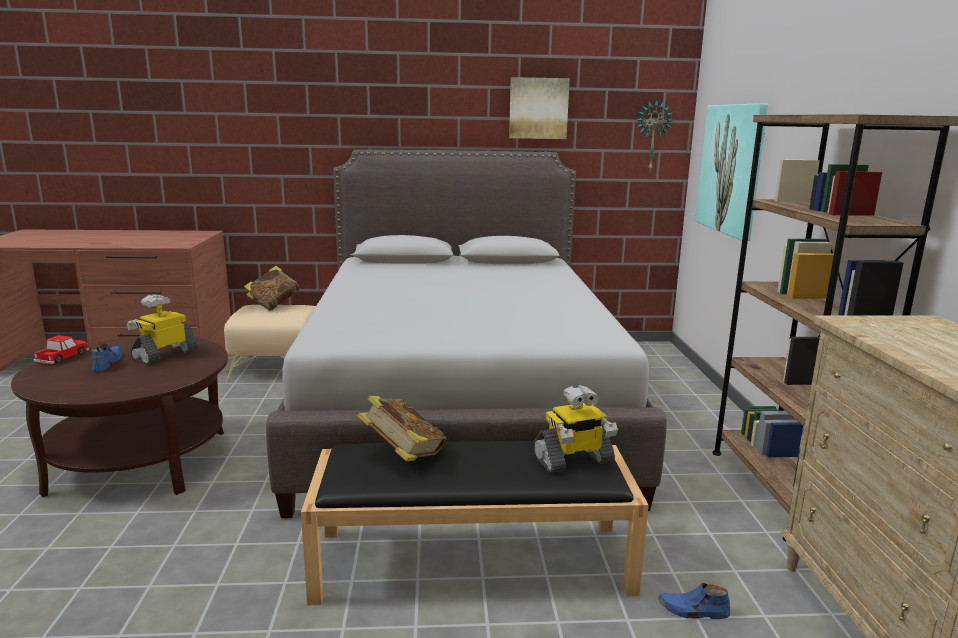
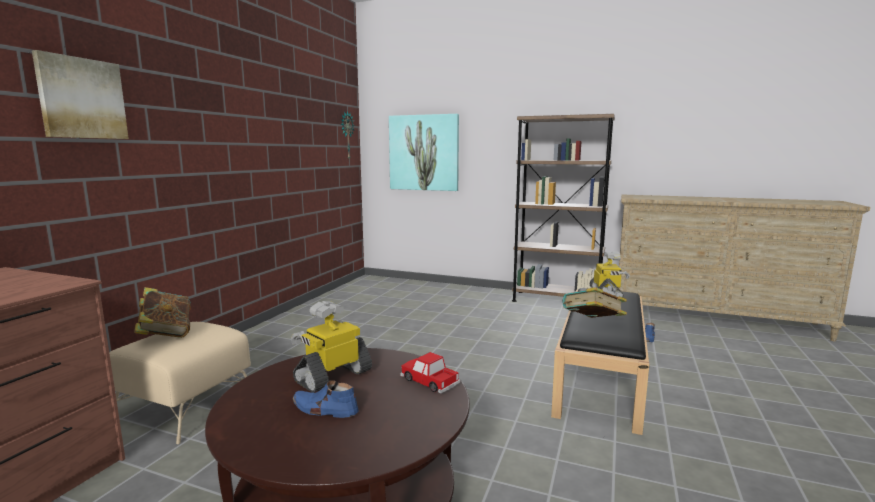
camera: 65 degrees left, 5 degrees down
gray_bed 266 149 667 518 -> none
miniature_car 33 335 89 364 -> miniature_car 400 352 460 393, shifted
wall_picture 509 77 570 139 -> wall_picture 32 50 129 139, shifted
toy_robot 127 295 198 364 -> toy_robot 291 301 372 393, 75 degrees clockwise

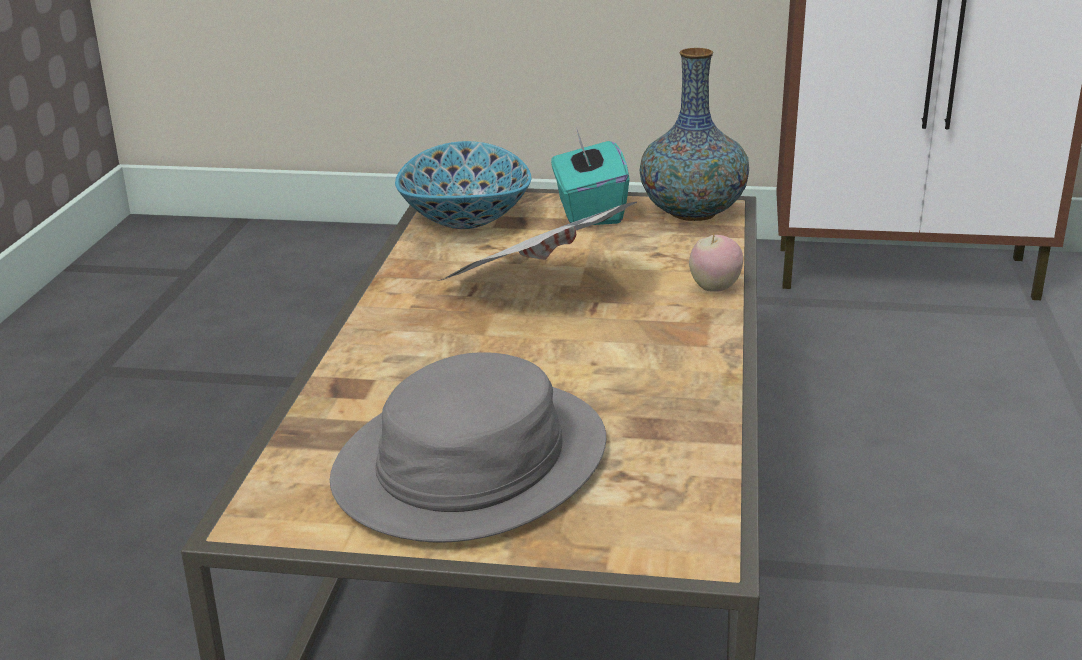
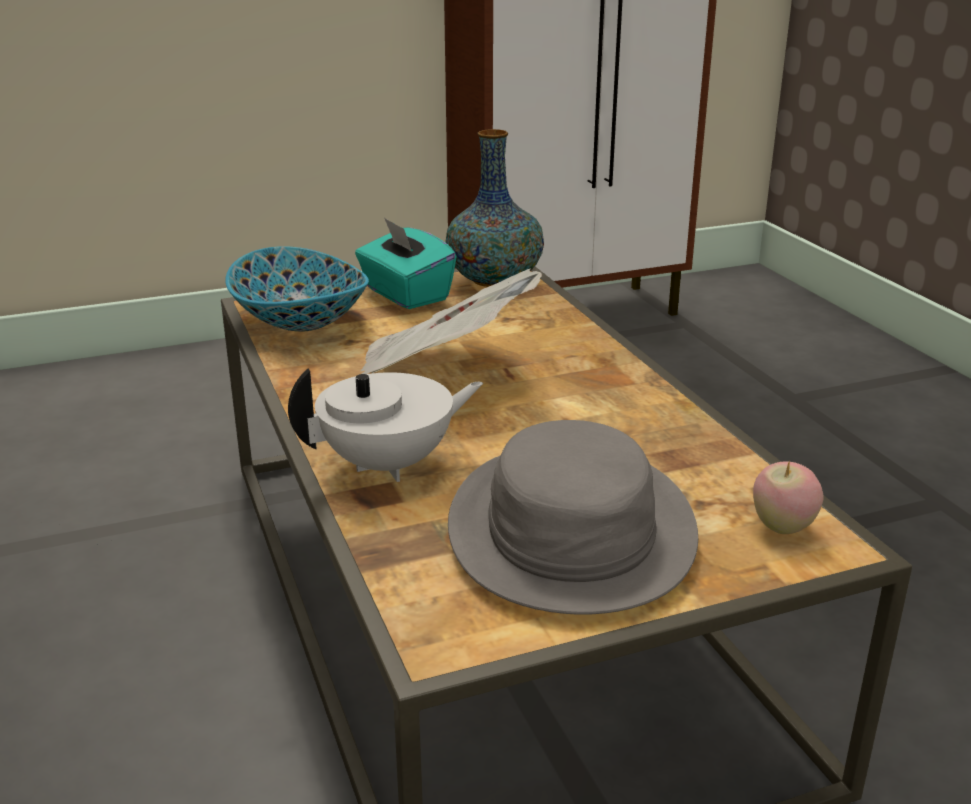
camera: 30 degrees left, 0 degrees up
none -> white_pot_for_tea 288 369 483 482
whole_apple 689 231 743 292 -> whole_apple 753 460 824 534, shifted

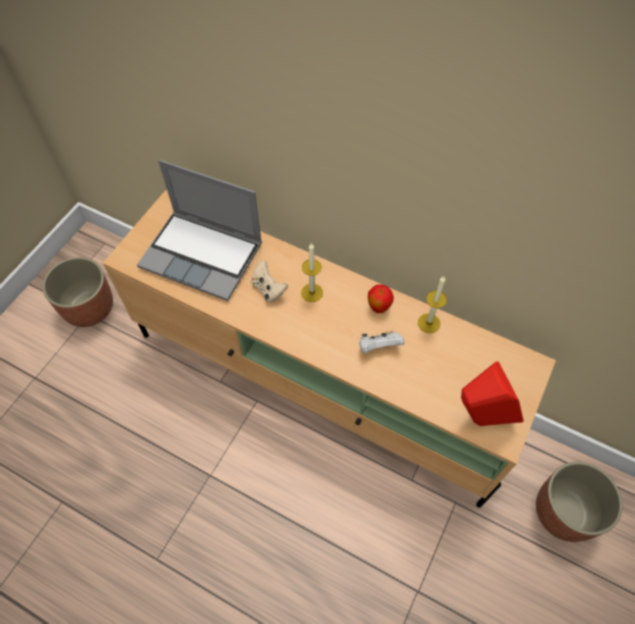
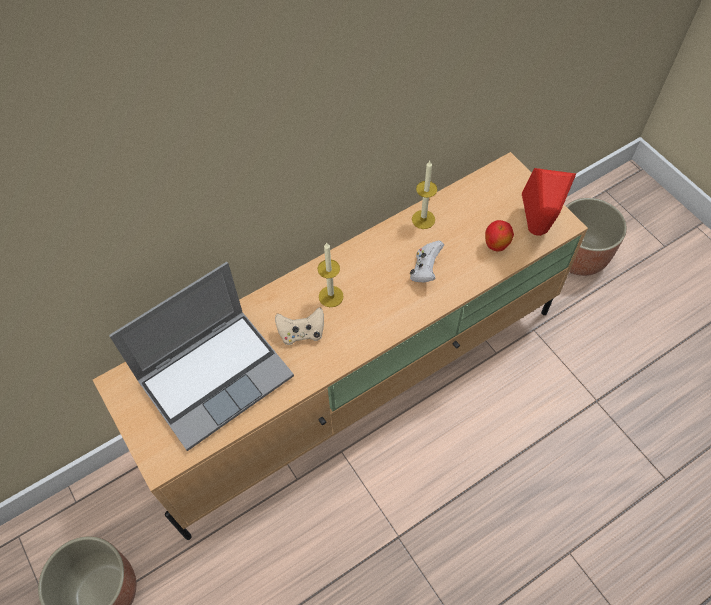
camera: 60 degrees left, 0 degrees up
whole_apple 368 284 394 313 -> whole_apple 485 220 514 251, shifted

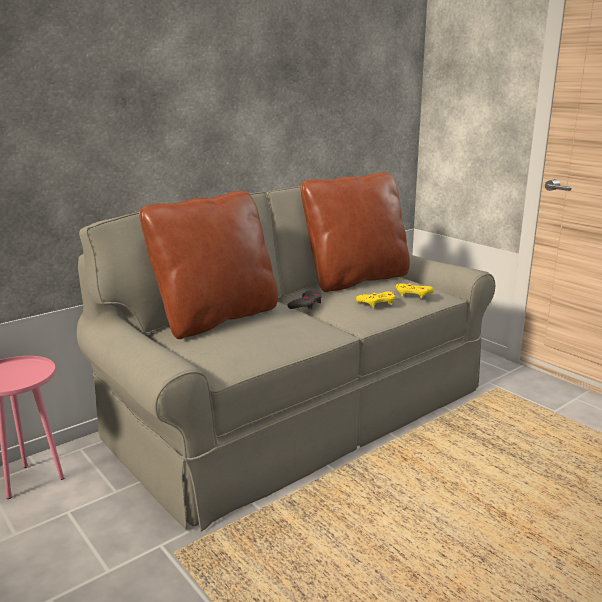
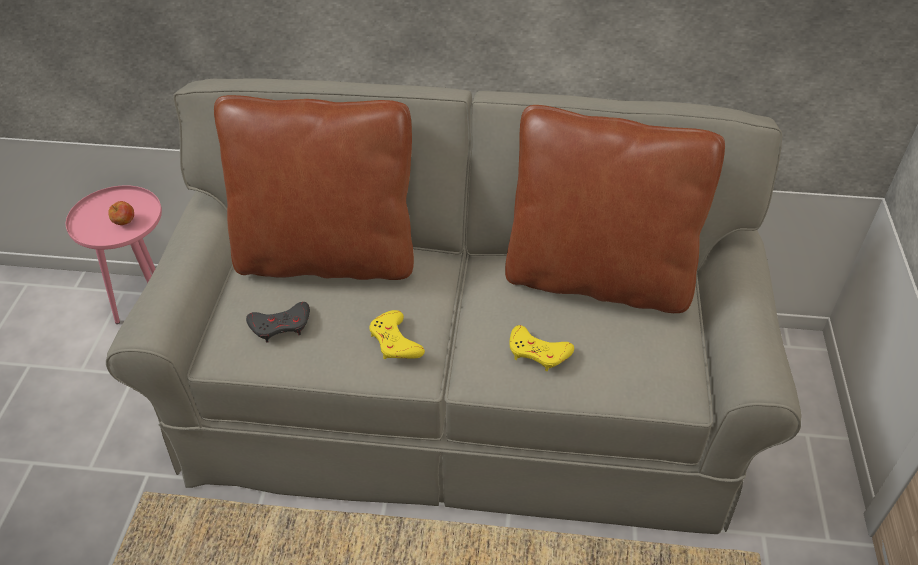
camera: 45 degrees right, 25 degrees up
none -> whole_apple 109 201 134 225
gray_game_controller 287 291 322 309 -> gray_game_controller 246 302 310 343, shifted
yellowish_game_controller 396 283 434 298 -> yellowish_game_controller 369 310 425 359, shifted

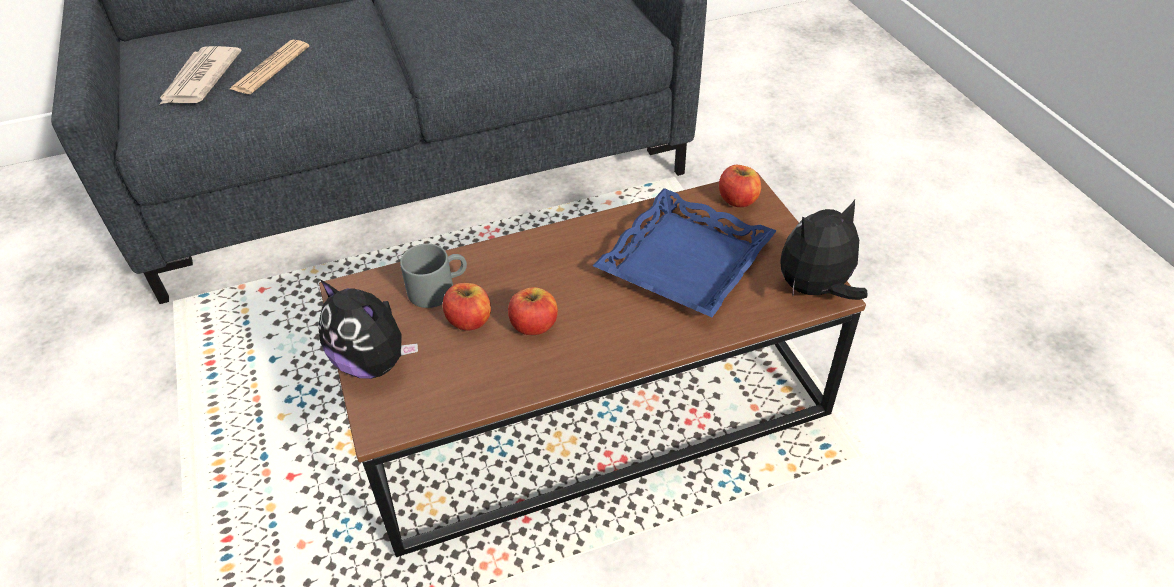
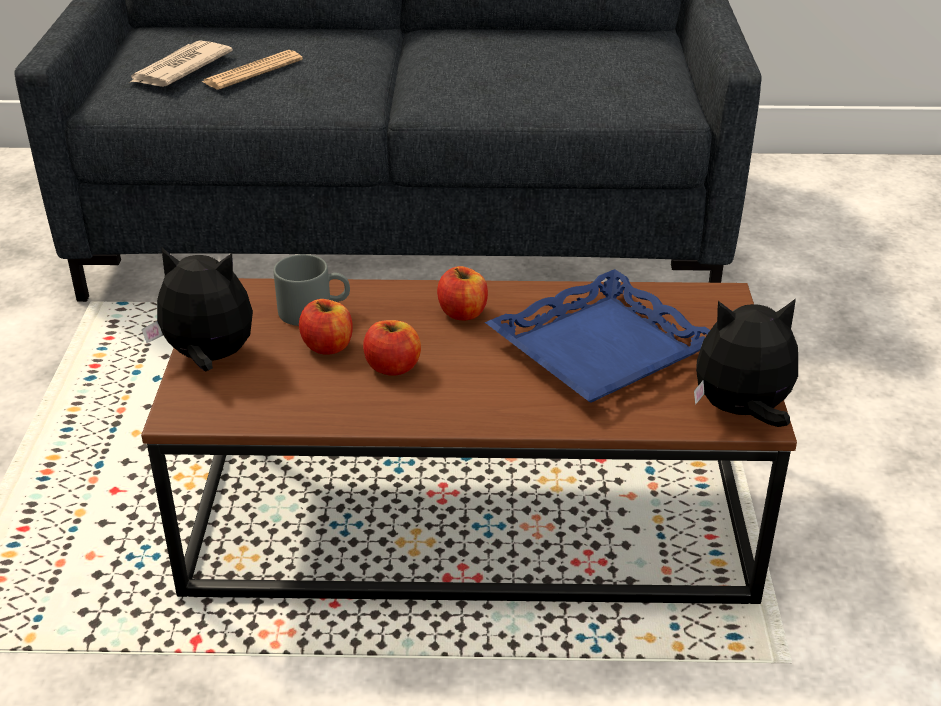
camera: 20 degrees right, 10 degrees down
whole_apple 719 165 761 207 -> whole_apple 437 266 488 320, shifted
cuddly_toy 318 280 418 379 -> cuddly_toy 142 248 253 372, 135 degrees clockwise

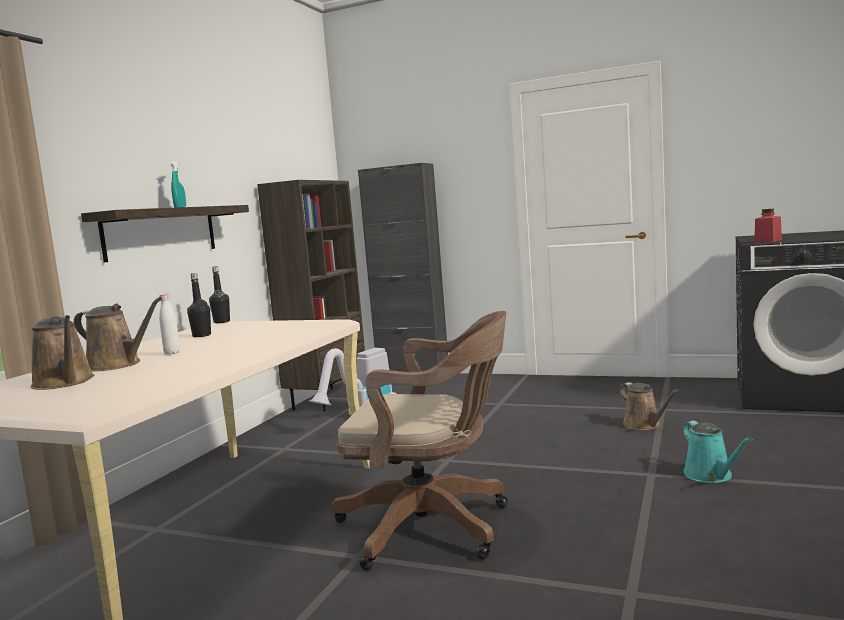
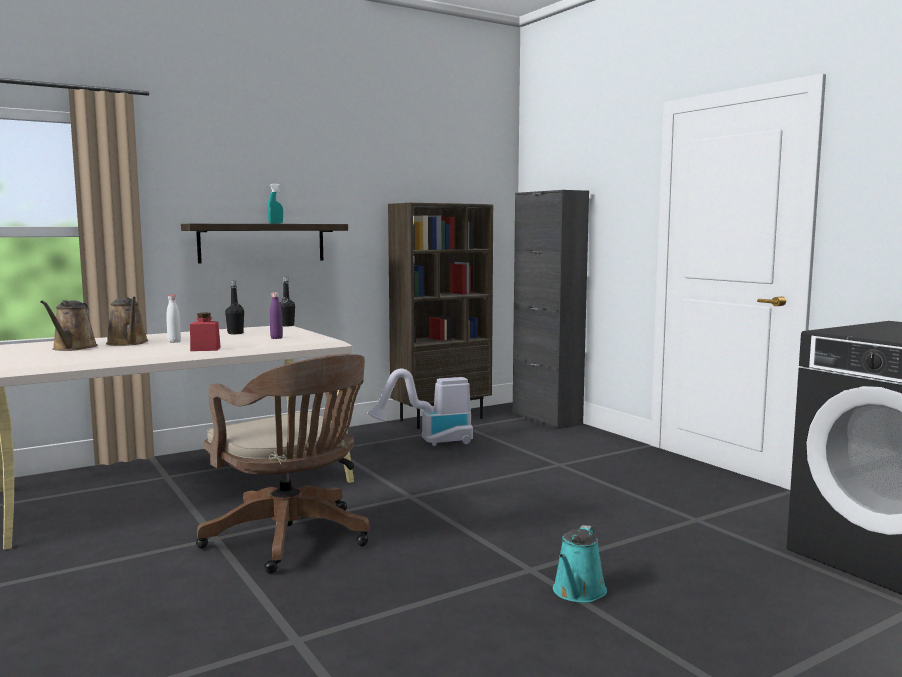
camera: 35 degrees right, 0 degrees up
brown_sprinkling_can 620 382 679 430 -> none
none -> purplish_drink_bottle 270 292 283 339
red-coloured_jar 754 209 782 242 -> red-coloured_jar 190 313 221 351, shifted

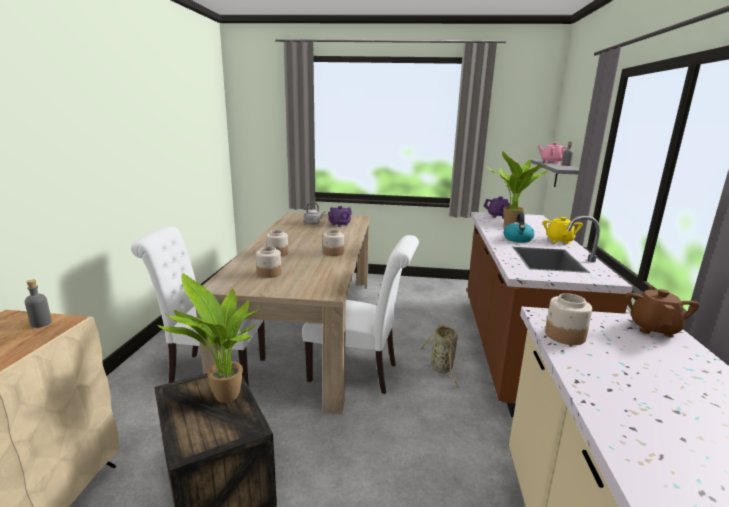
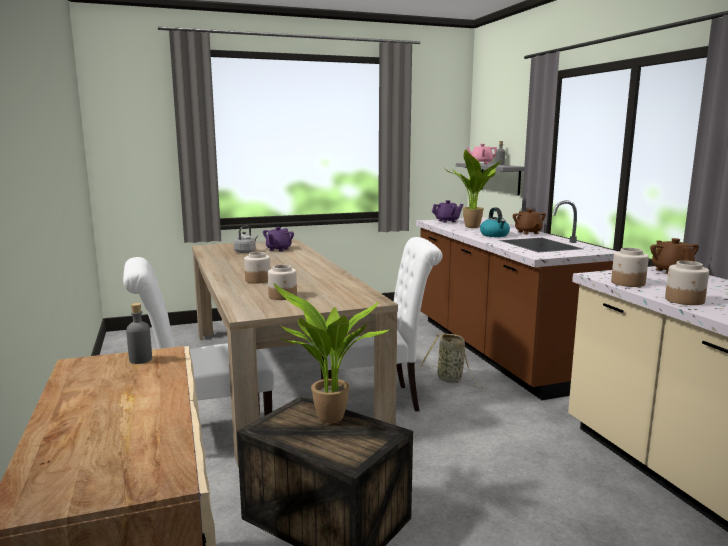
camera: 25 degrees left, 5 degrees down
jar 323 230 344 256 -> jar 665 261 709 305, shifted
yellowish_pot_for_tea 543 217 583 244 -> brown_pot_for_tea 513 209 546 234

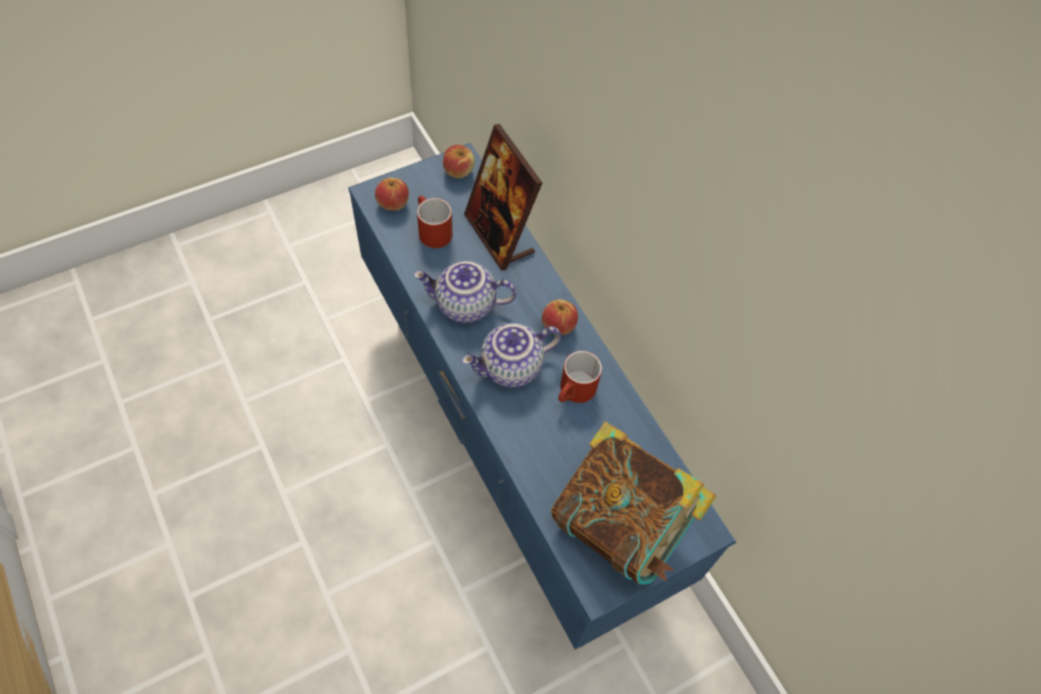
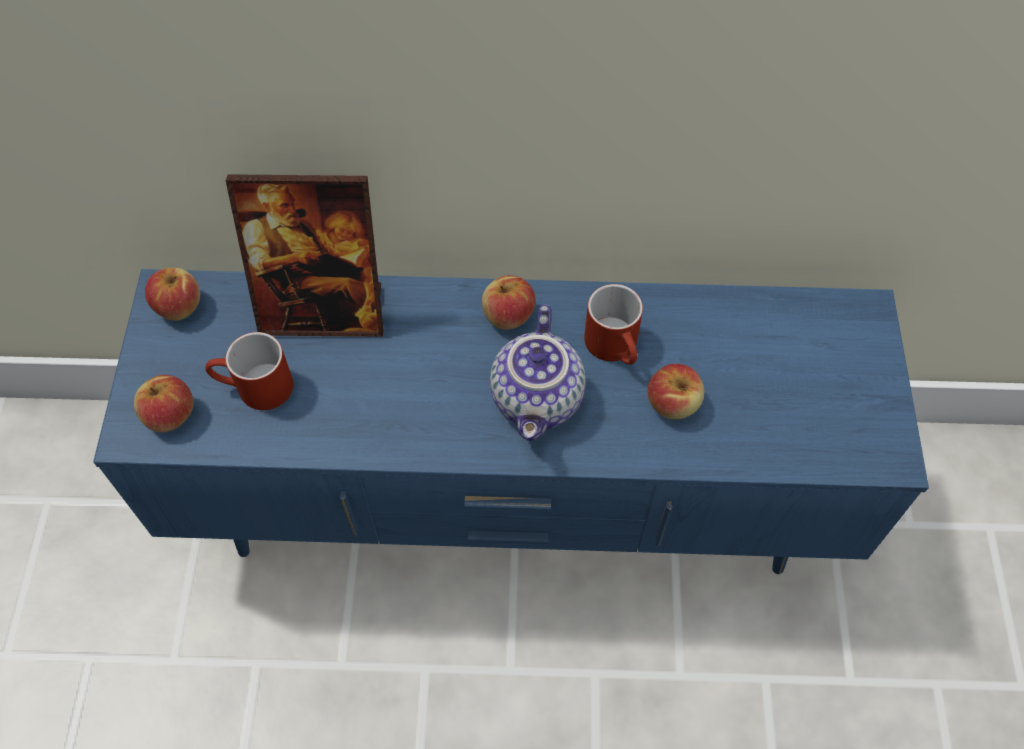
camera: 55 degrees left, 0 degrees up
pot_for_tea 414 261 517 323 -> none
volume 551 421 716 585 -> none
none -> whole_apple 647 364 704 420

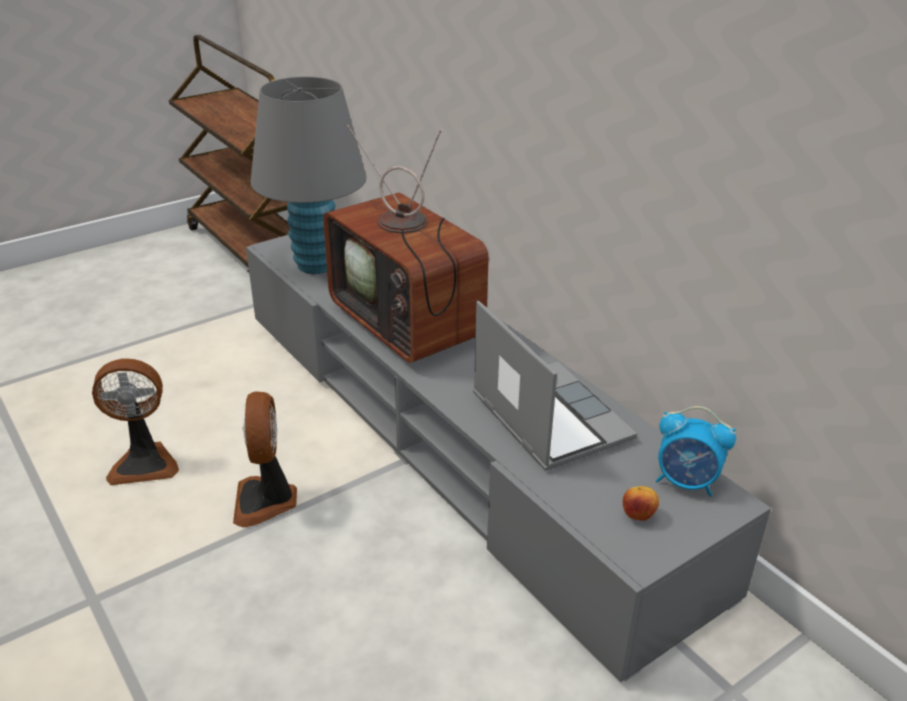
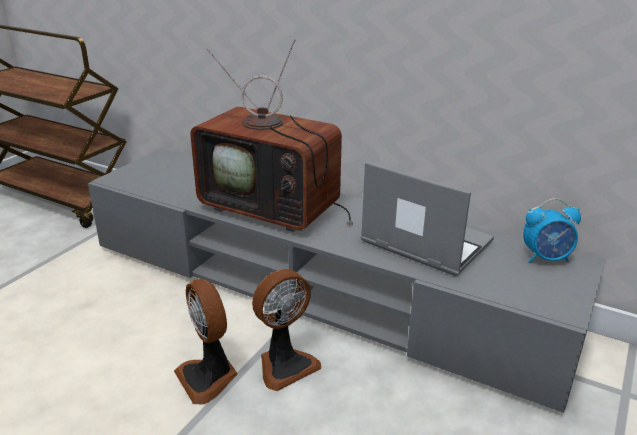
camera: 25 degrees left, 5 degrees down
gray_lamp_for_a_table 251 77 366 274 -> none
whole_apple 623 486 659 521 -> none
fan 92 358 179 485 -> fan 252 269 321 391, shifted

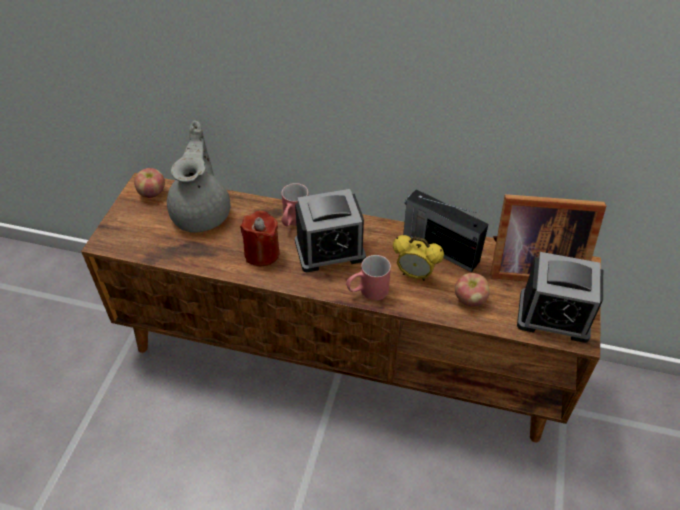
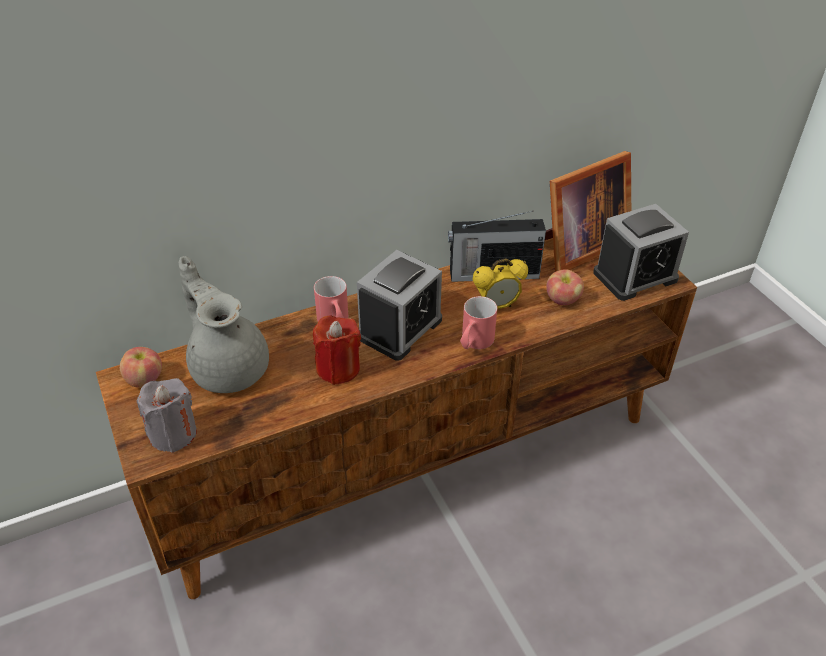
camera: 40 degrees left, 5 degrees down
none -> gray_wax_light 137 378 197 453

